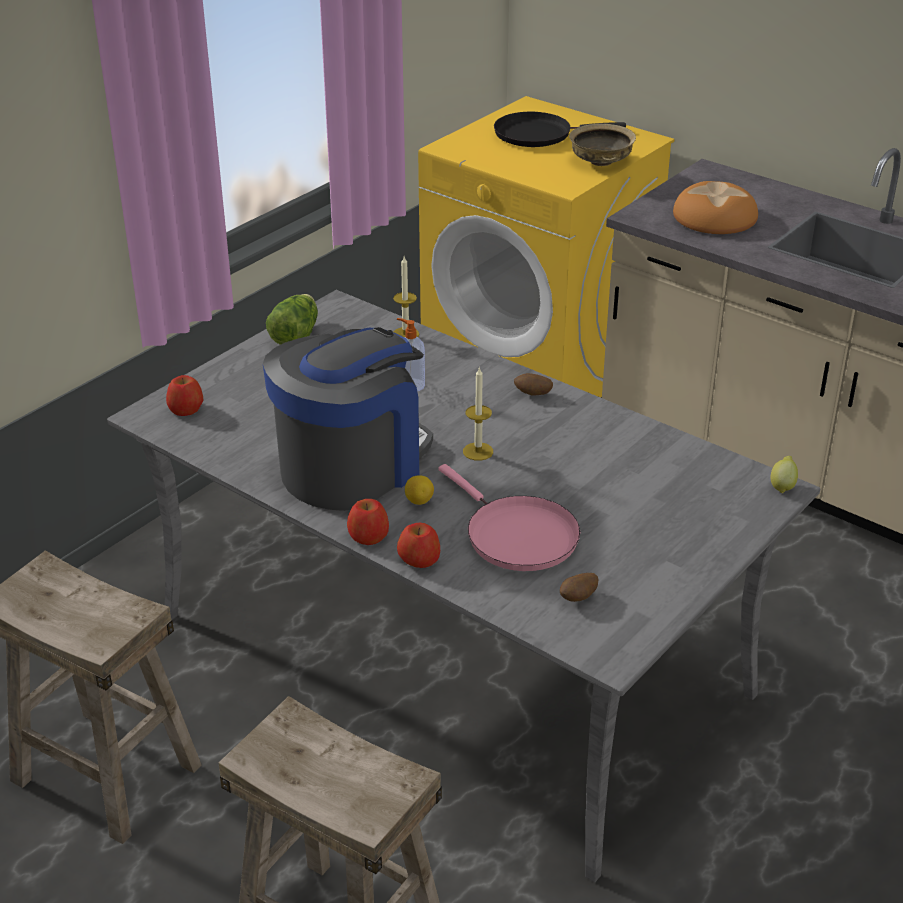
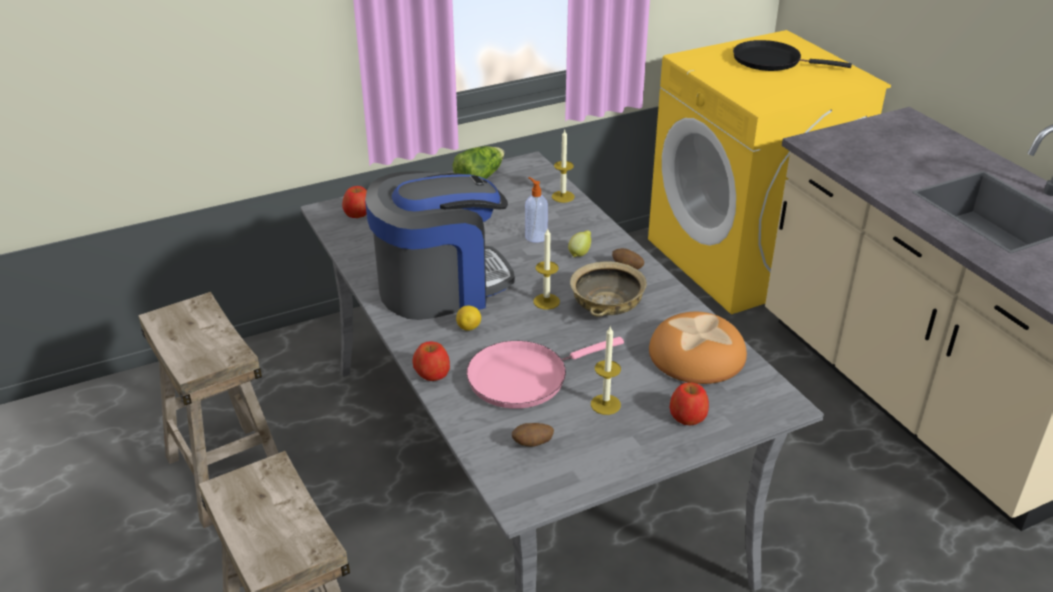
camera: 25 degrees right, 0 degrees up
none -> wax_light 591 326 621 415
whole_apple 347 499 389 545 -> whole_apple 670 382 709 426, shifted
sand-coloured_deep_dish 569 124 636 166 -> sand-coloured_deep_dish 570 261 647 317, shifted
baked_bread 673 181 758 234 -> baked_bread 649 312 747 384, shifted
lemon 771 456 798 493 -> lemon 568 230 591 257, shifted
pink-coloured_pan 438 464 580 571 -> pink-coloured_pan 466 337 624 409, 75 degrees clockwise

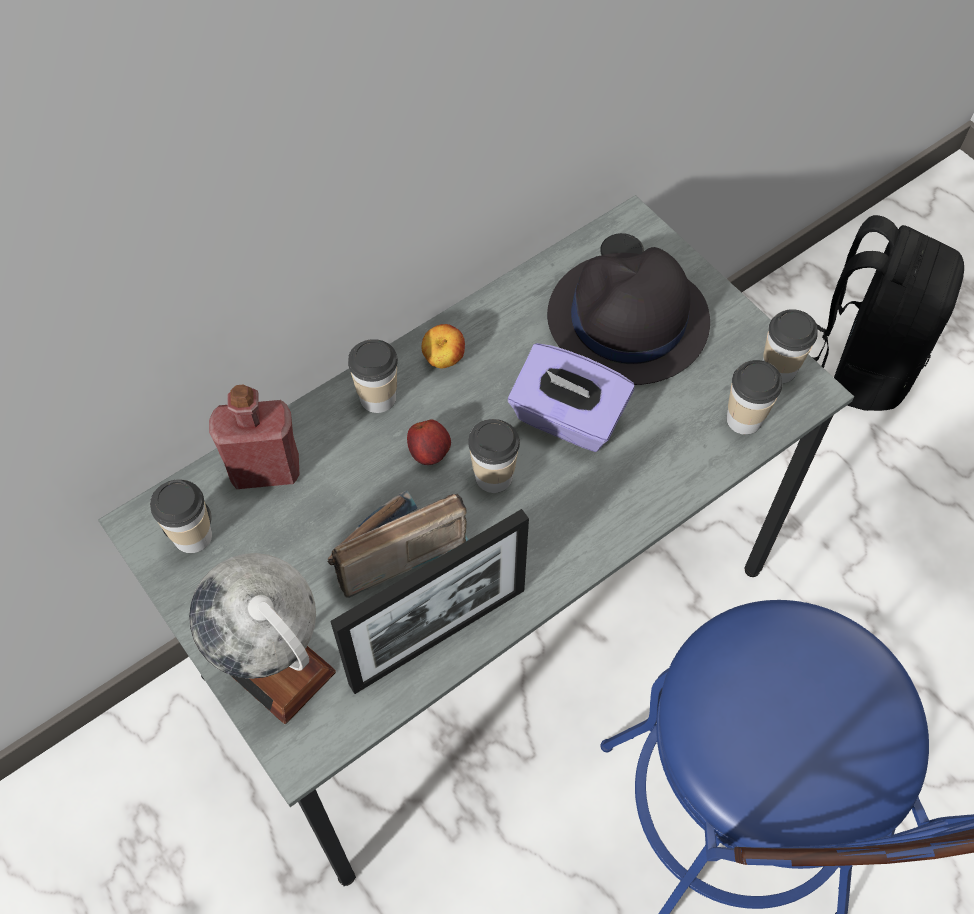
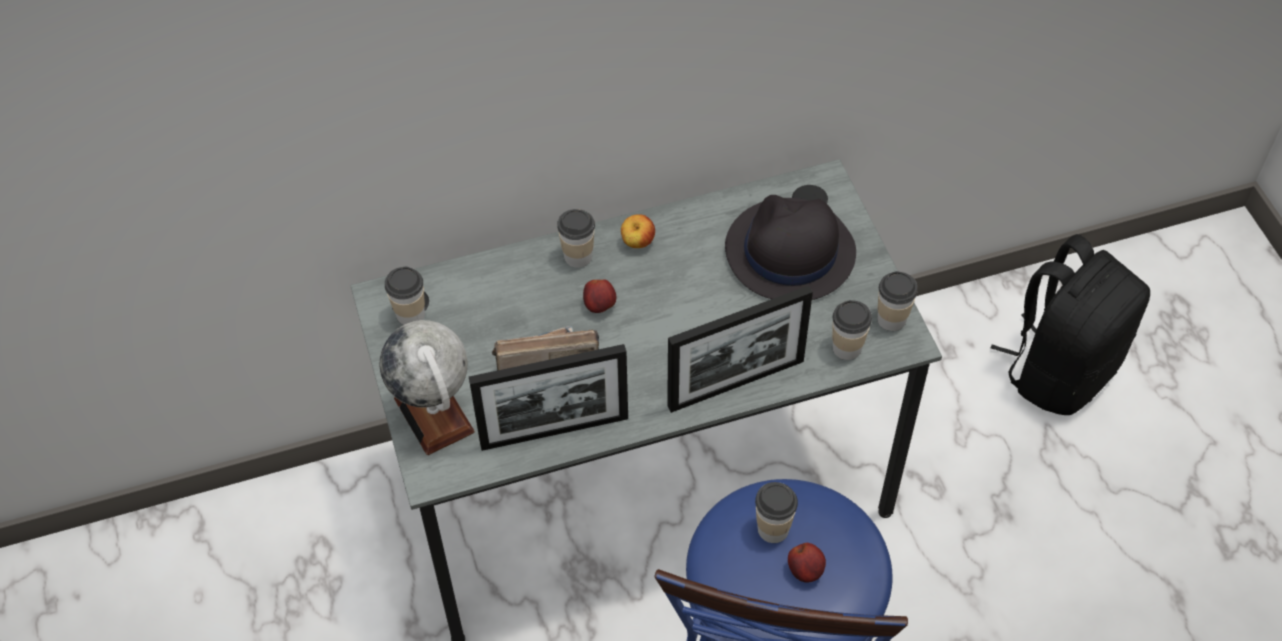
camera: 20 degrees right, 5 degrees down
red-coloured_drink_bottle 209 385 299 489 -> none
purplish_tissue_box 508 343 635 452 -> none
none -> picture_frame 667 286 813 413
none -> whole_apple 788 543 826 582
drinking_cup 468 419 520 493 -> drinking_cup 755 482 798 543, shifted

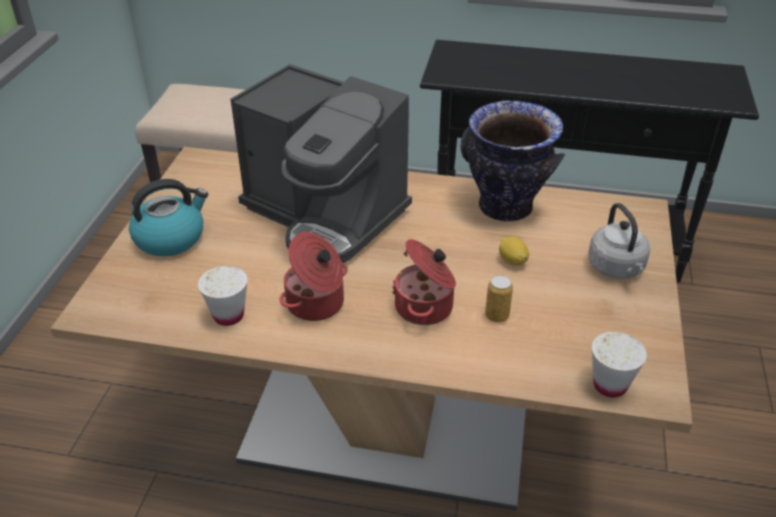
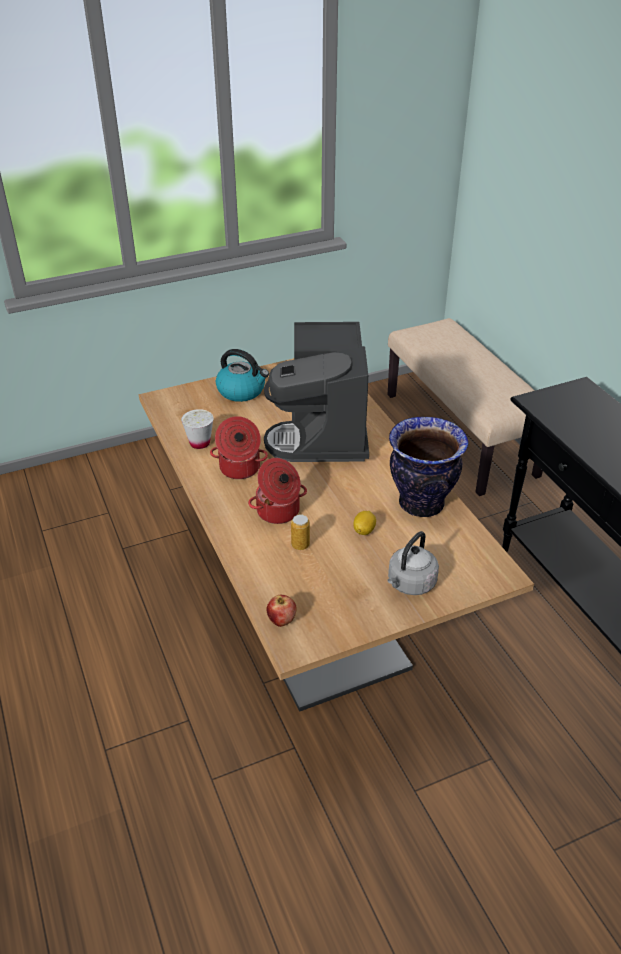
camera: 55 degrees right, 0 degrees up
white_drinking_cup 592 332 647 398 -> whole_apple 267 595 296 627

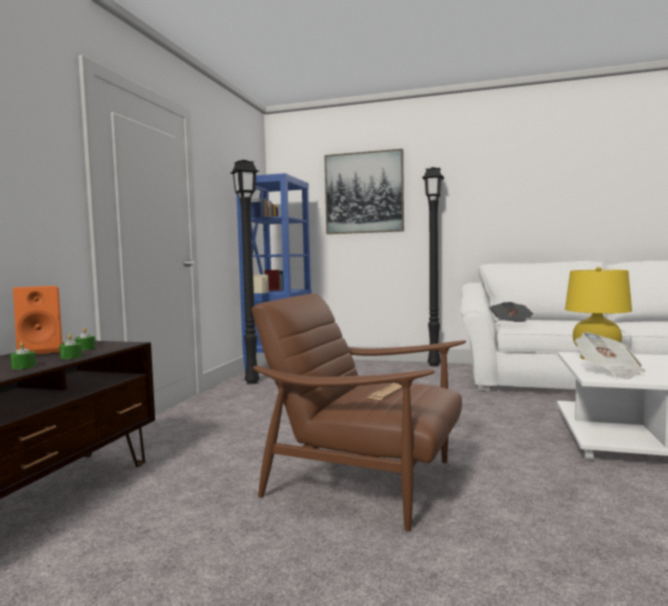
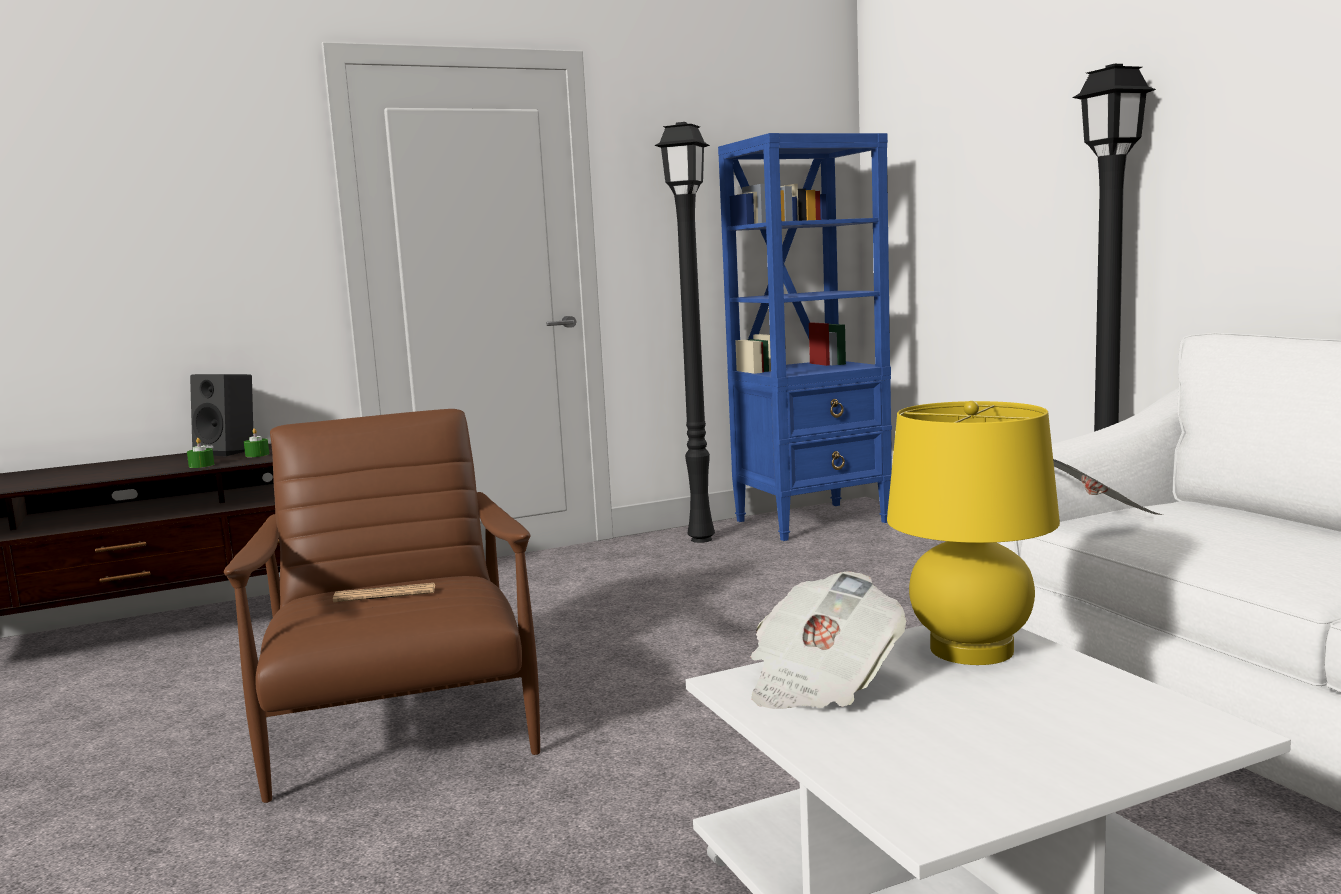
camera: 50 degrees right, 5 degrees up
greenish_wax_light 10 342 36 369 -> none
wall_picture 324 149 404 234 -> none
orangey_loudspeaker 13 286 62 354 -> black_loudspeaker 190 374 253 456

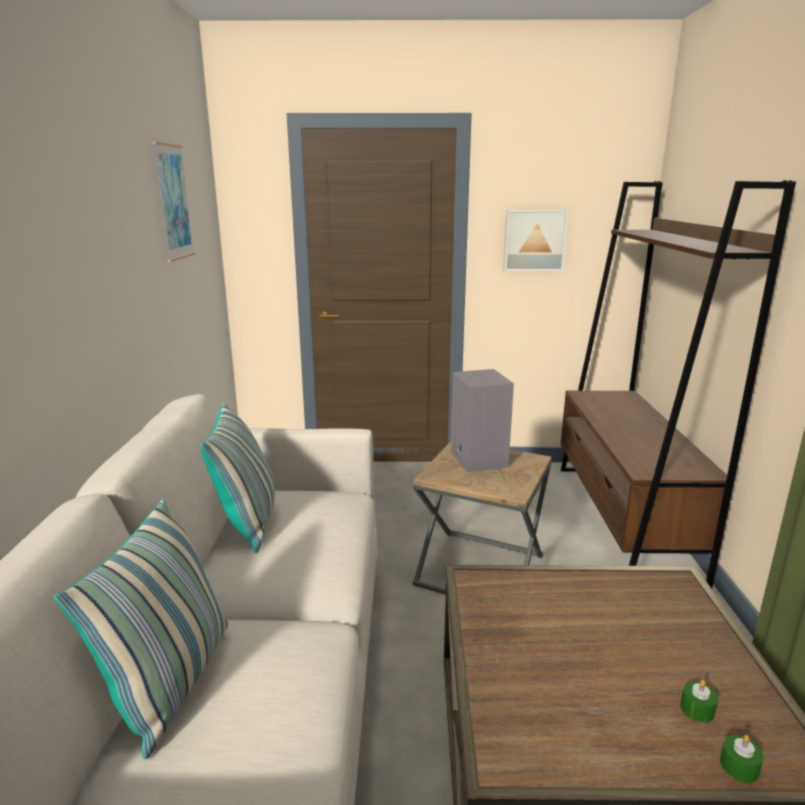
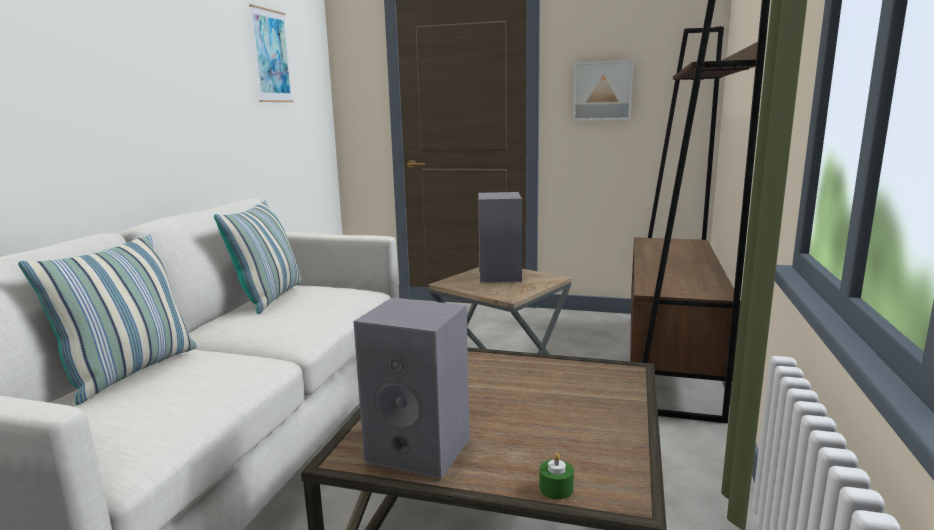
camera: 15 degrees right, 5 degrees down
greenish_wax_light 680 680 718 723 -> none
none -> gray_loudspeaker 354 297 470 479

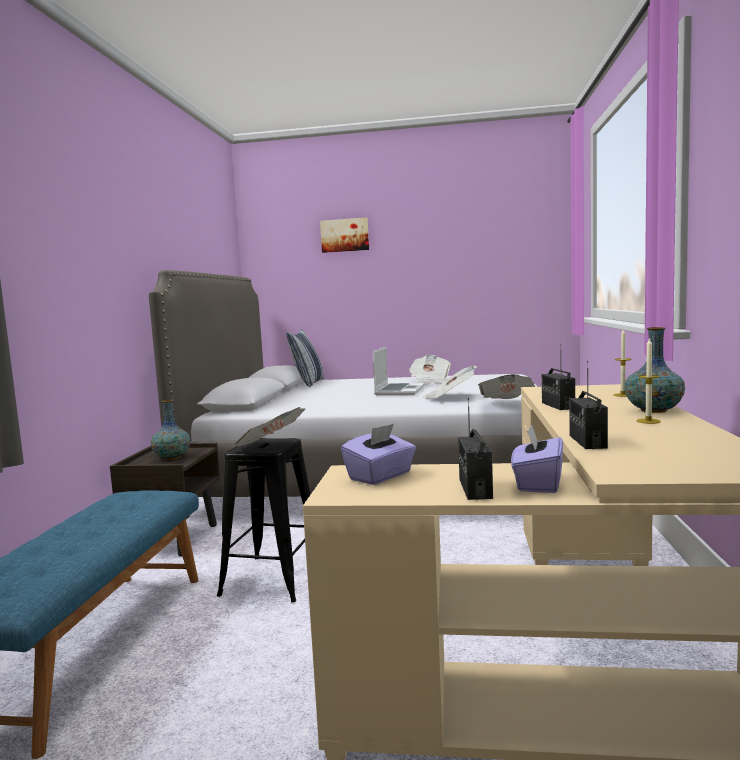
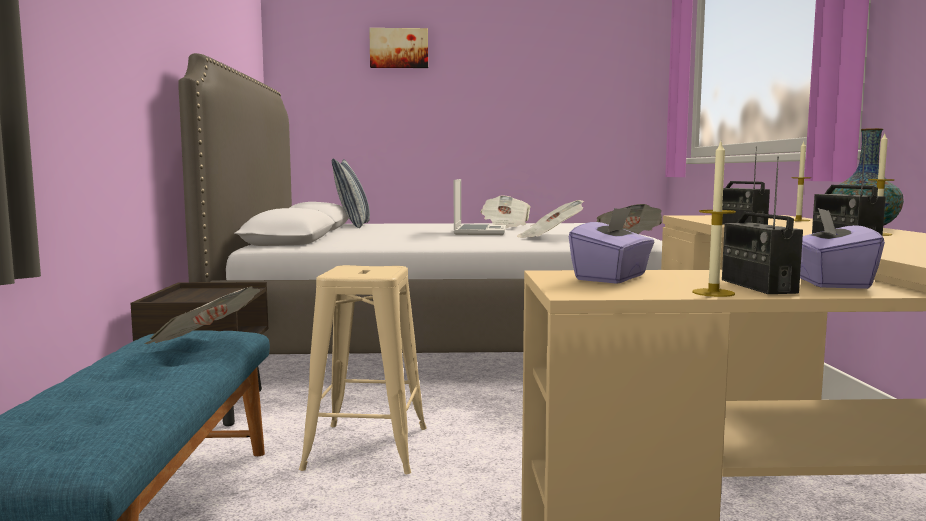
camera: 10 degrees left, 0 degrees up
decorative_vase 151 400 190 460 -> none
none -> wax_light 692 142 736 297
newspaper 232 407 305 447 -> newspaper 145 286 260 344, shifted
black_sitting_stool 217 438 311 603 -> sand-coloured_sitting_stool 299 265 427 474

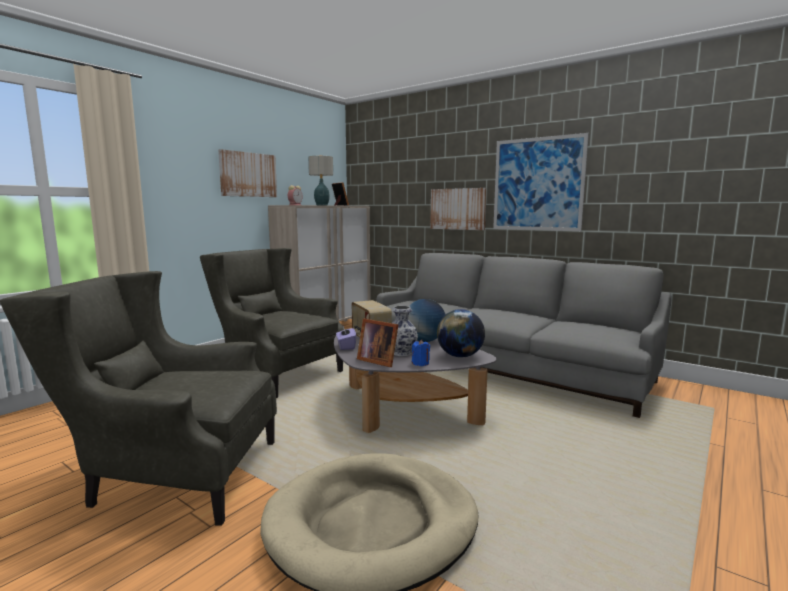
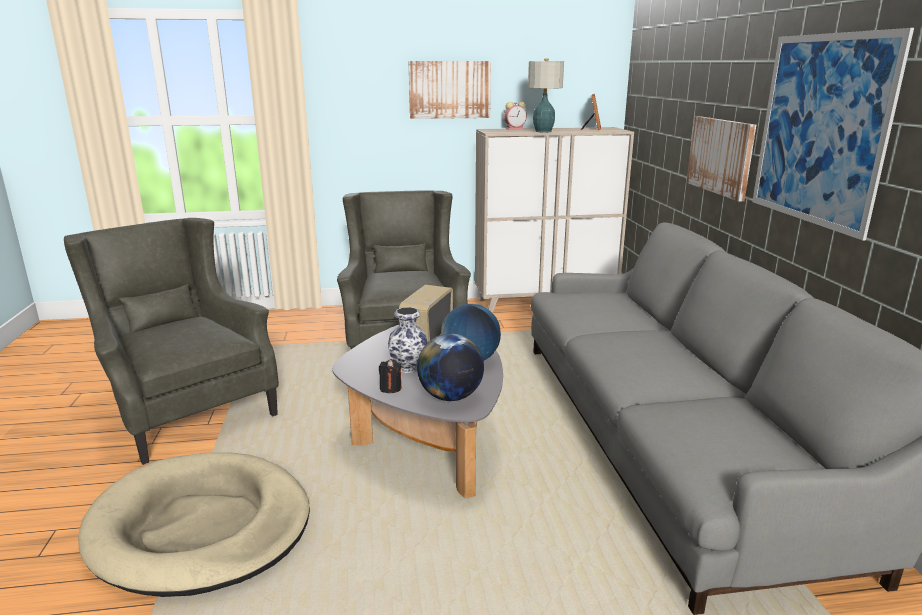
camera: 45 degrees right, 10 degrees up
purplish_tissue_box 336 326 356 350 -> none
picture_frame 357 318 398 367 -> none
blue-coloured_wax_light 412 340 430 366 -> black_wax_light 379 359 401 393

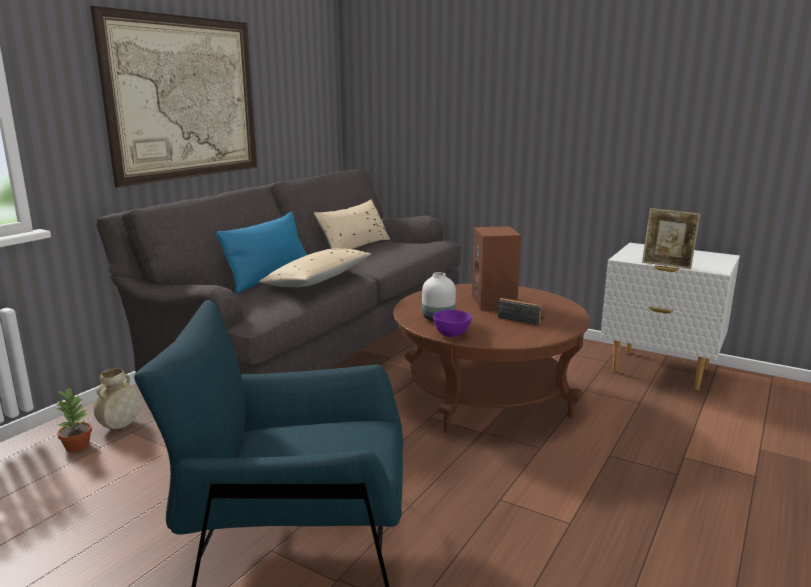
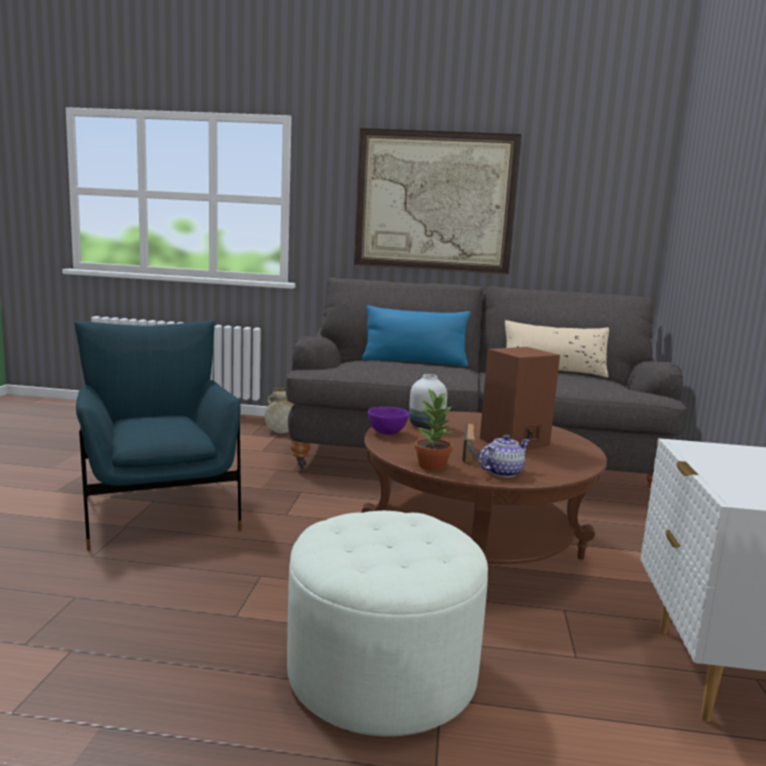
camera: 65 degrees right, 5 degrees down
sand-coloured_cushion 259 248 371 287 -> none
picture_frame 642 208 701 269 -> none
none -> white_pouffe 287 511 488 737
none -> pot_for_tea 479 435 530 477
houseplant 55 387 92 452 -> houseplant 415 387 453 471, shifted

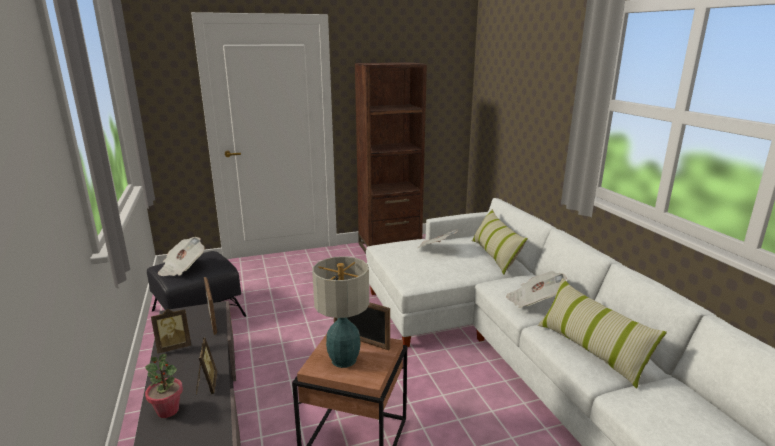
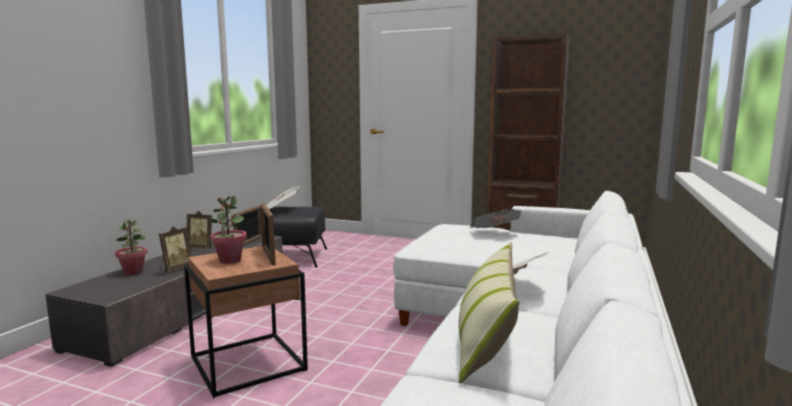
camera: 40 degrees right, 10 degrees down
cushion 472 209 528 275 -> none
lamp_for_a_table 312 256 369 368 -> houseplant 210 195 247 264

